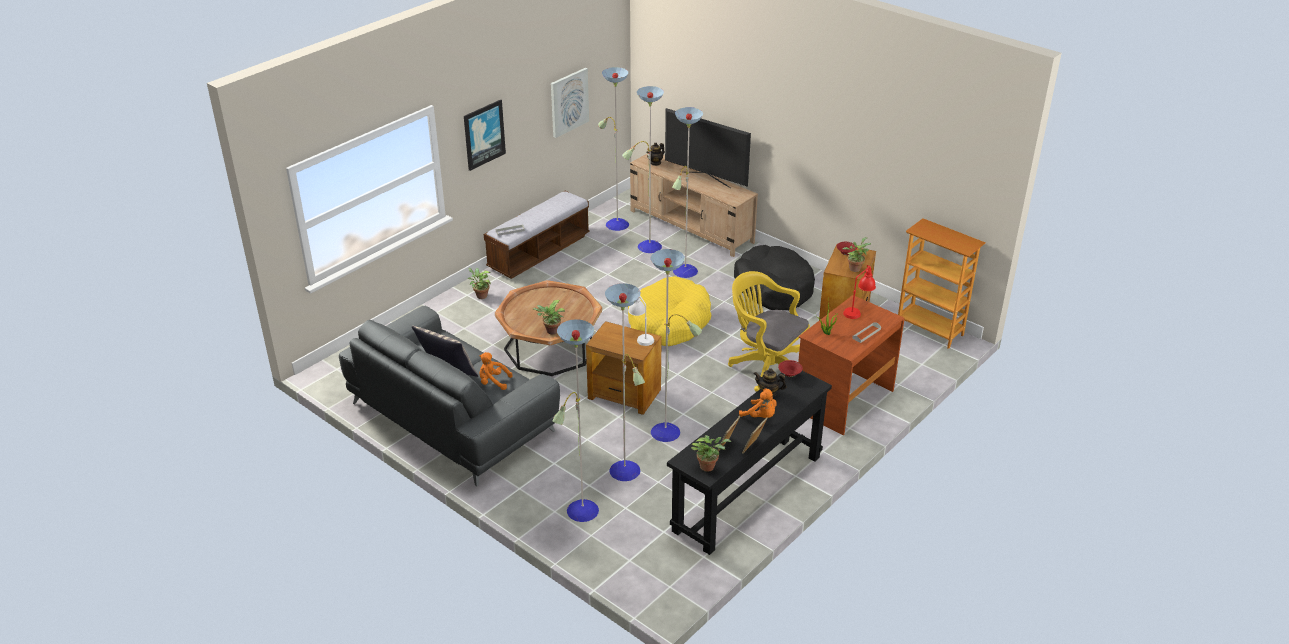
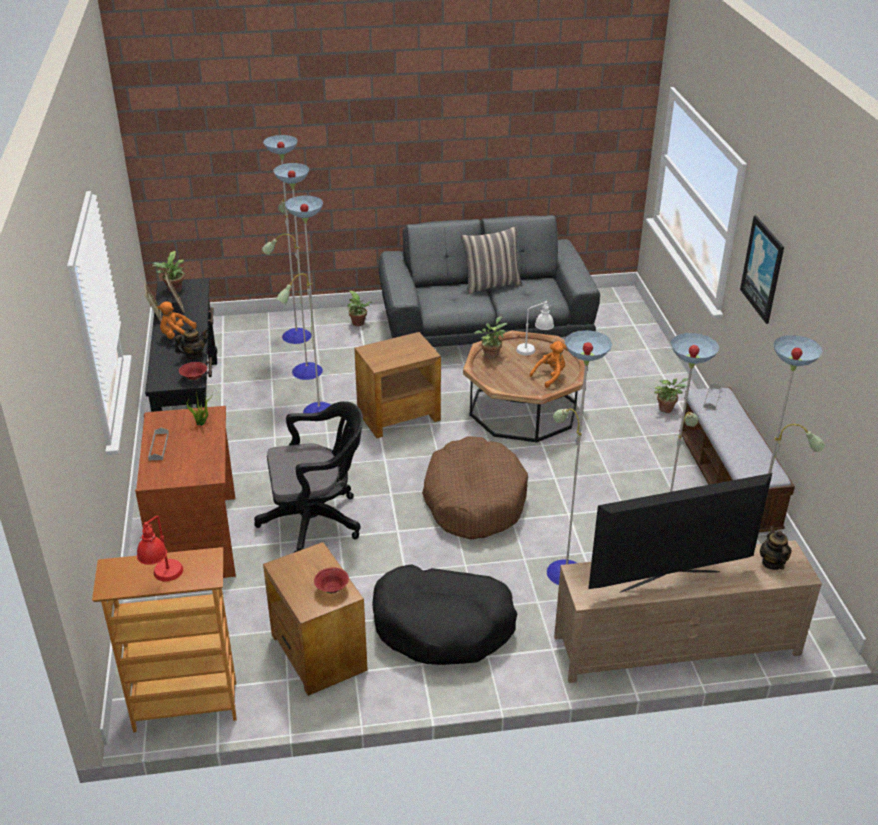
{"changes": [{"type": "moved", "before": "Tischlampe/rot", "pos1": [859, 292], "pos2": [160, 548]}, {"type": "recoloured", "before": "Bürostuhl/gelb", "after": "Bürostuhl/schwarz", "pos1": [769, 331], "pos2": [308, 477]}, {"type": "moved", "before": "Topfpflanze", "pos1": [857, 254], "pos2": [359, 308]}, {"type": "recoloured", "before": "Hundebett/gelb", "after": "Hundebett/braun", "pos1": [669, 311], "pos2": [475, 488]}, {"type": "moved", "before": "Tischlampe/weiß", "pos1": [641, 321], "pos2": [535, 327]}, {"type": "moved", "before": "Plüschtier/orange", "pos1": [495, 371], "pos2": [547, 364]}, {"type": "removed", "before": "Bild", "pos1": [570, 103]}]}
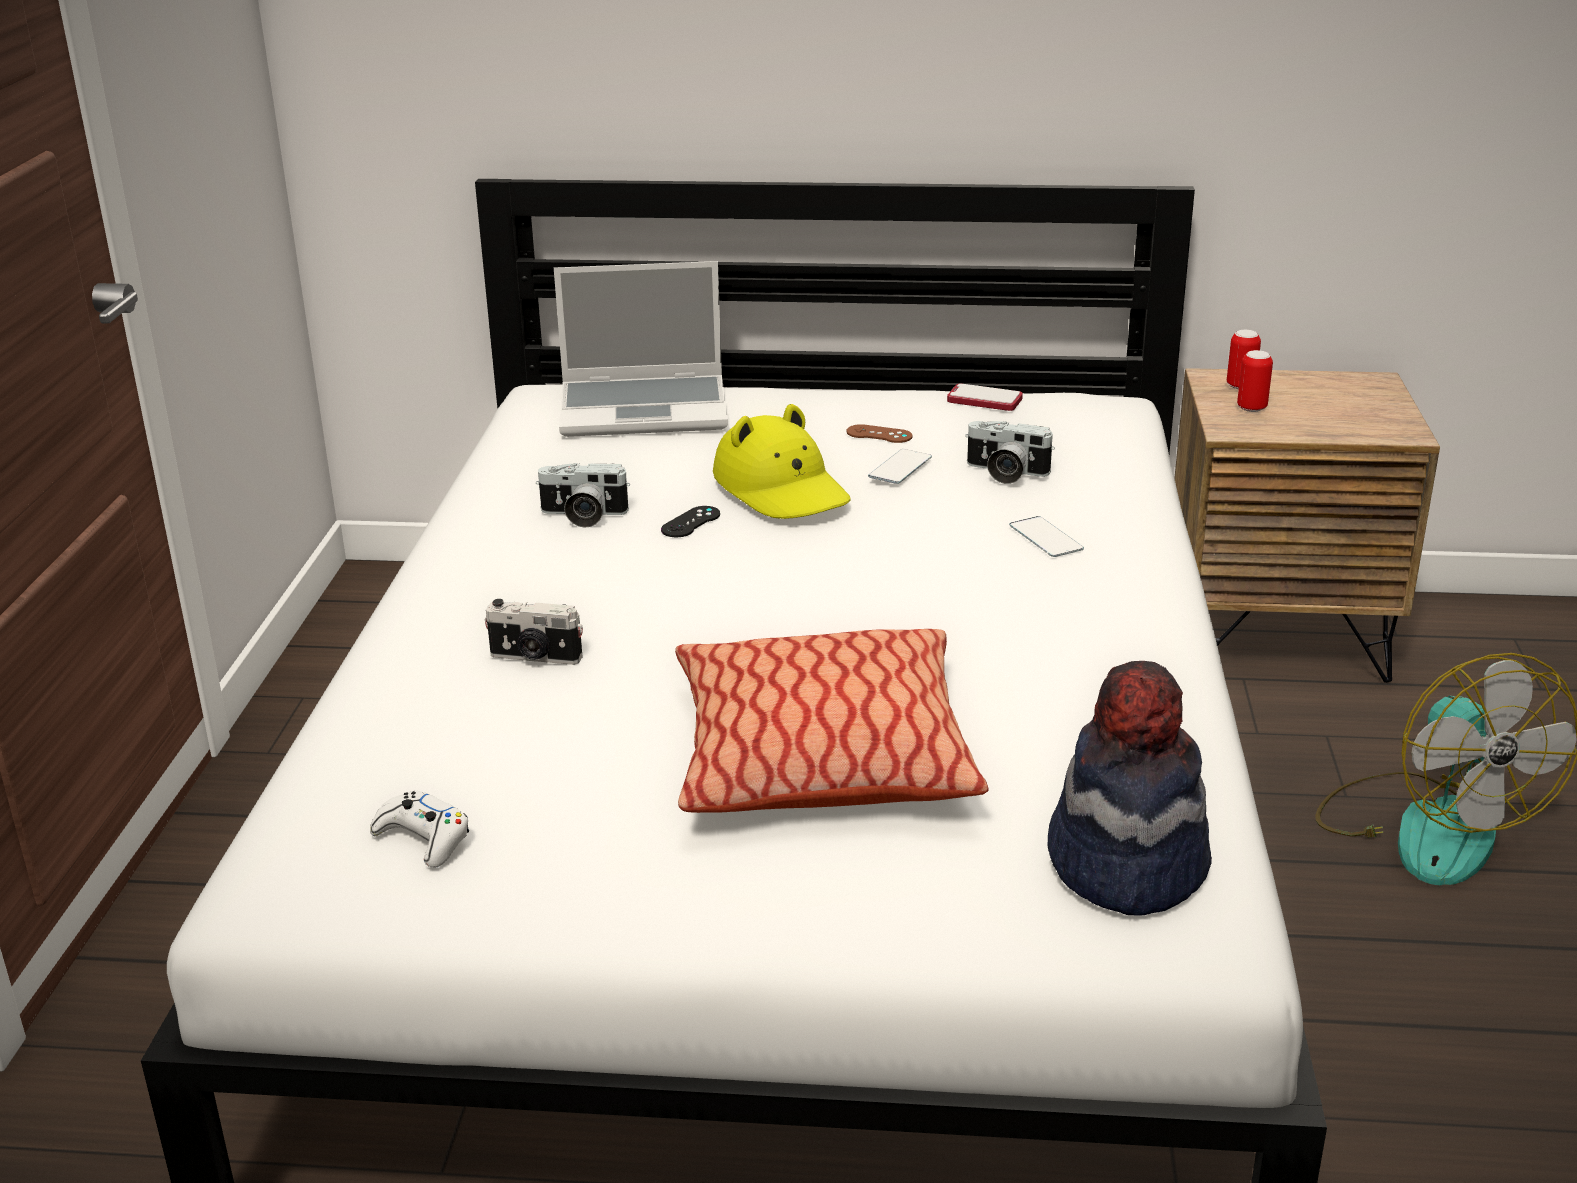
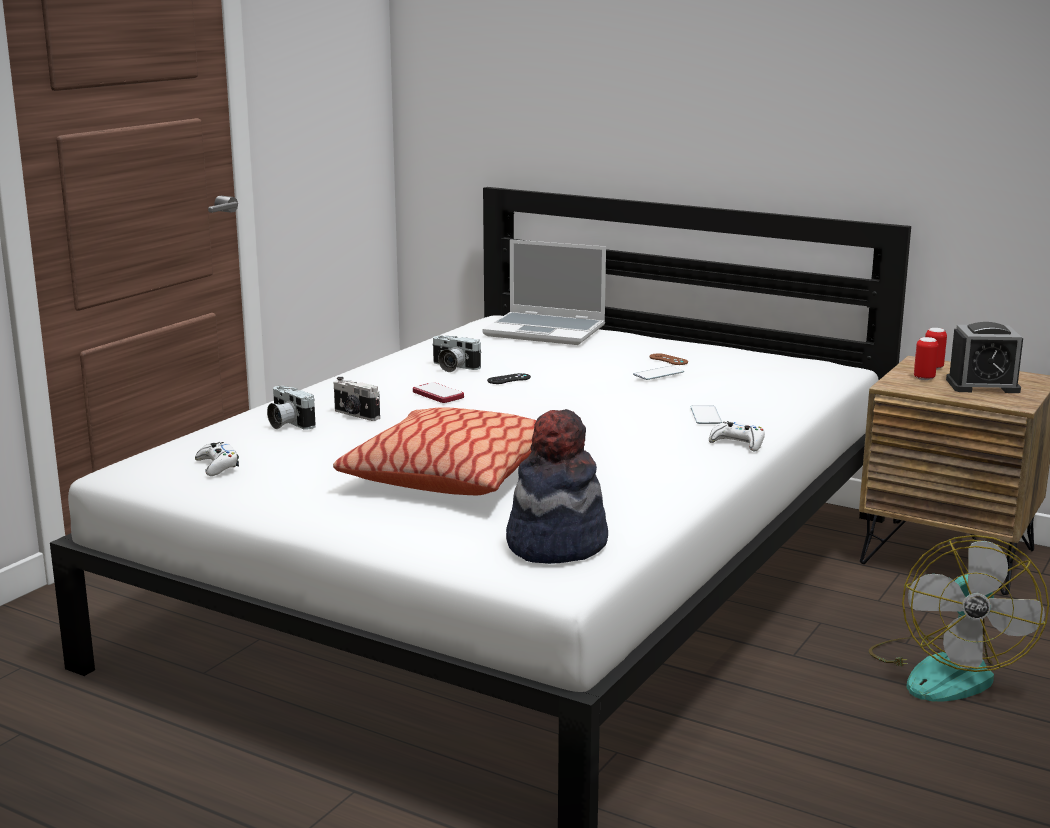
{"changes": [{"type": "moved", "before": "Kamera", "pos1": [1010, 452], "pos2": [291, 408]}, {"type": "moved", "before": "Handy", "pos1": [985, 397], "pos2": [438, 392]}, {"type": "added", "after": "Gamepad/weiß", "pos2": [737, 436]}, {"type": "added", "after": "Wecker", "pos2": [984, 357]}, {"type": "removed", "before": "Hut/gelb", "pos1": [781, 461]}]}
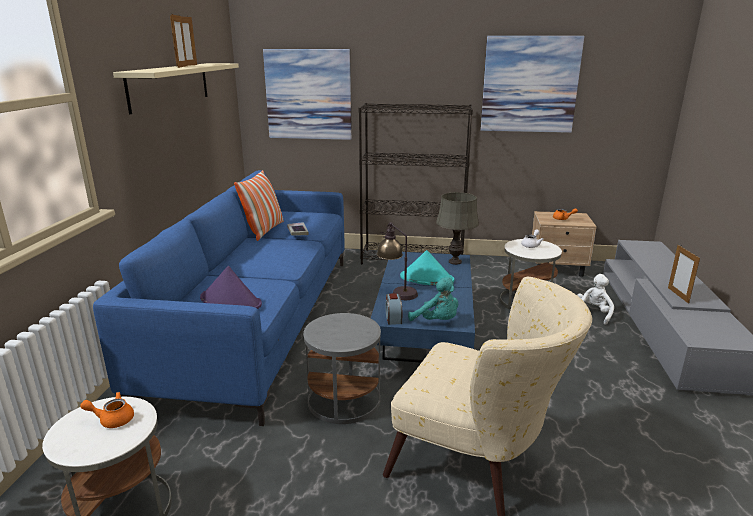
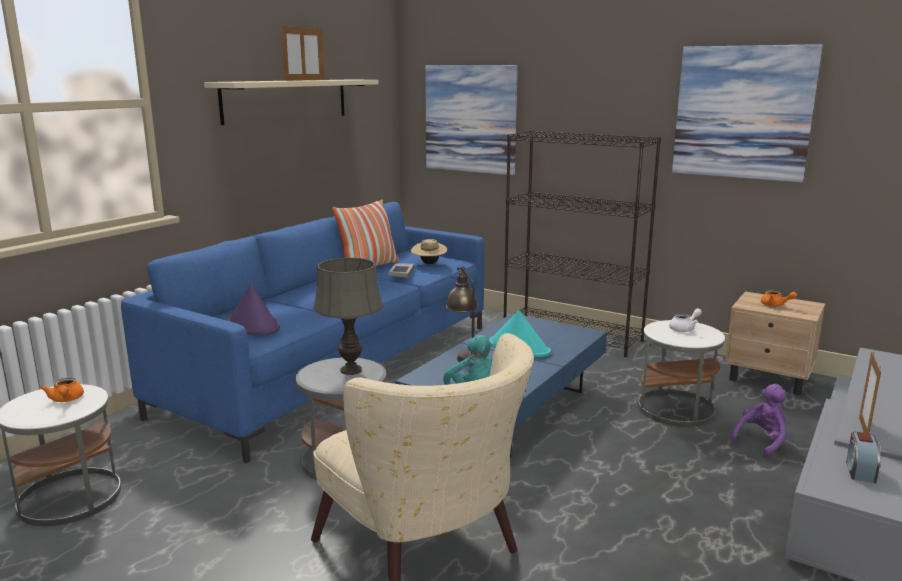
{"changes": [{"type": "turned", "before": "Teekanne/orange", "pos1": [107, 410], "pos2": [62, 389], "turn": -135}, {"type": "moved", "before": "Tischlampe/grau", "pos1": [457, 228], "pos2": [348, 316]}, {"type": "added", "after": "Hut/beige", "pos2": [429, 251]}, {"type": "recoloured", "before": "Plüschtier/weiß", "after": "Plüschtier/lila", "pos1": [595, 299], "pos2": [758, 421]}, {"type": "moved", "before": "Wecker", "pos1": [394, 309], "pos2": [863, 457]}]}
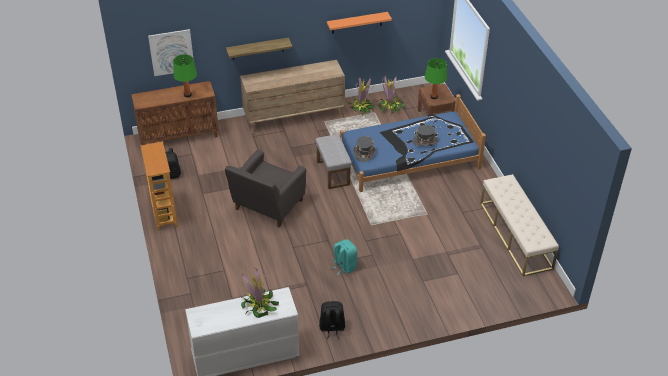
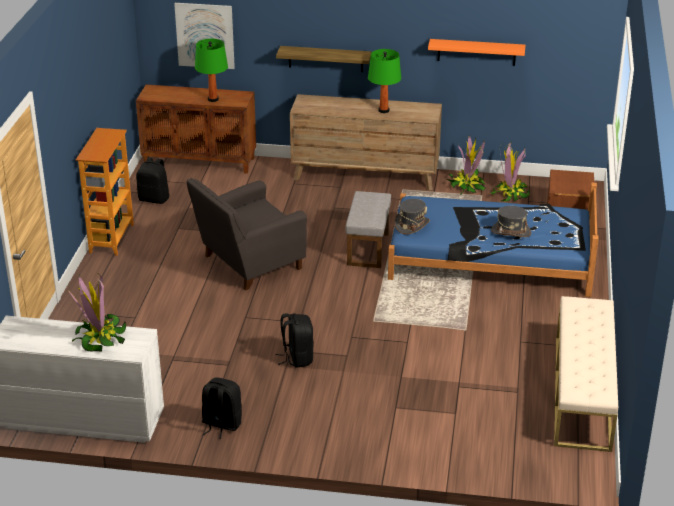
{"changes": [{"type": "recoloured", "before": "Rucksack/türkis", "after": "Rucksack/schwarz", "pos1": [344, 257], "pos2": [295, 340]}, {"type": "moved", "before": "Tischlampe/grün", "pos1": [436, 78], "pos2": [384, 81]}]}
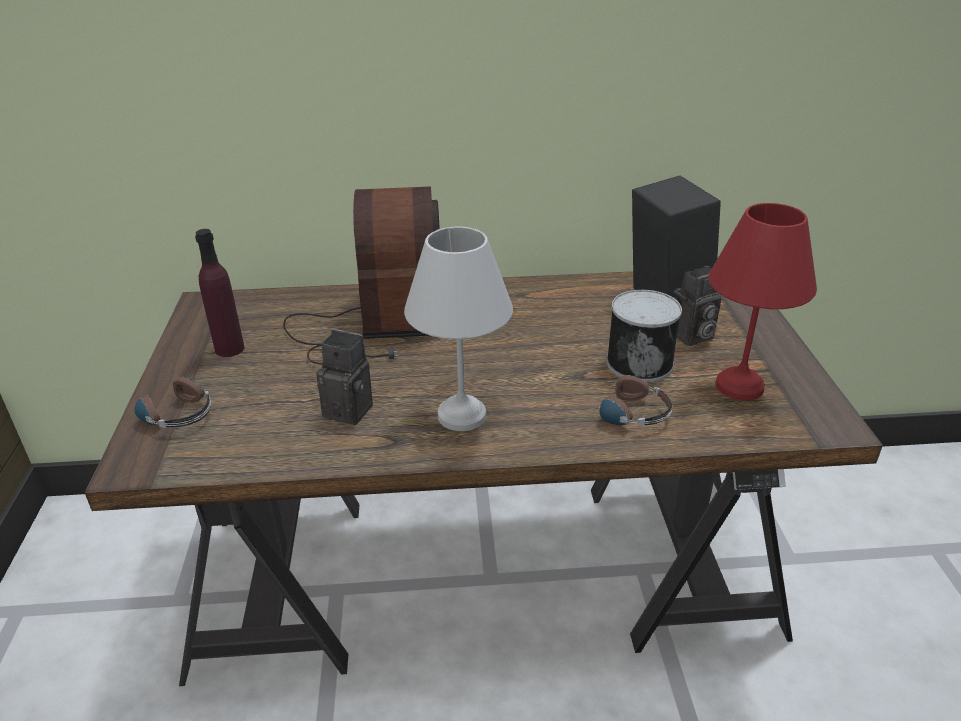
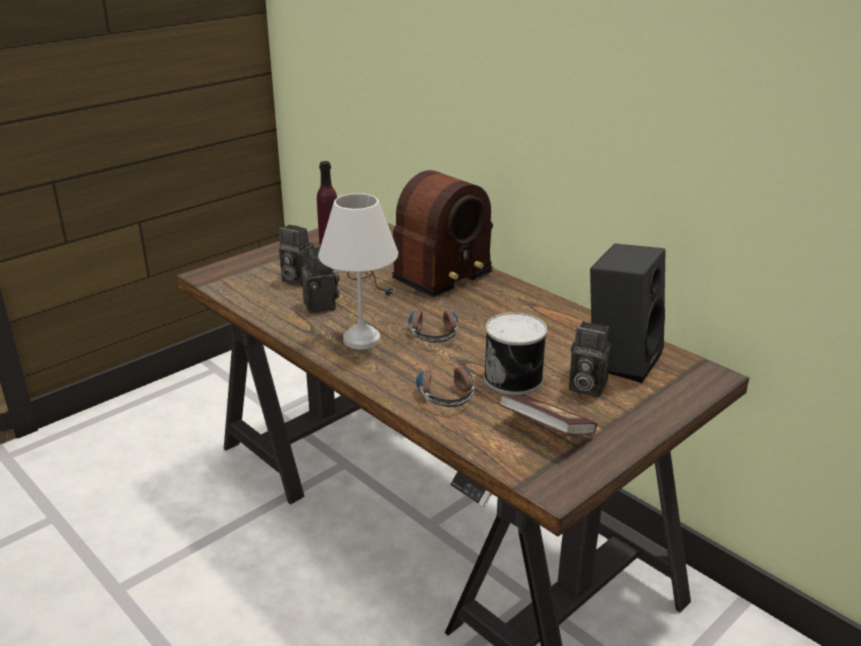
{"changes": [{"type": "added", "after": "Kamera", "pos2": [297, 255]}, {"type": "moved", "before": "Kopfhörer", "pos1": [172, 402], "pos2": [433, 325]}, {"type": "replaced", "before": "Tischlampe/rot", "after": "Buch", "pos1": [763, 302], "pos2": [548, 414]}]}
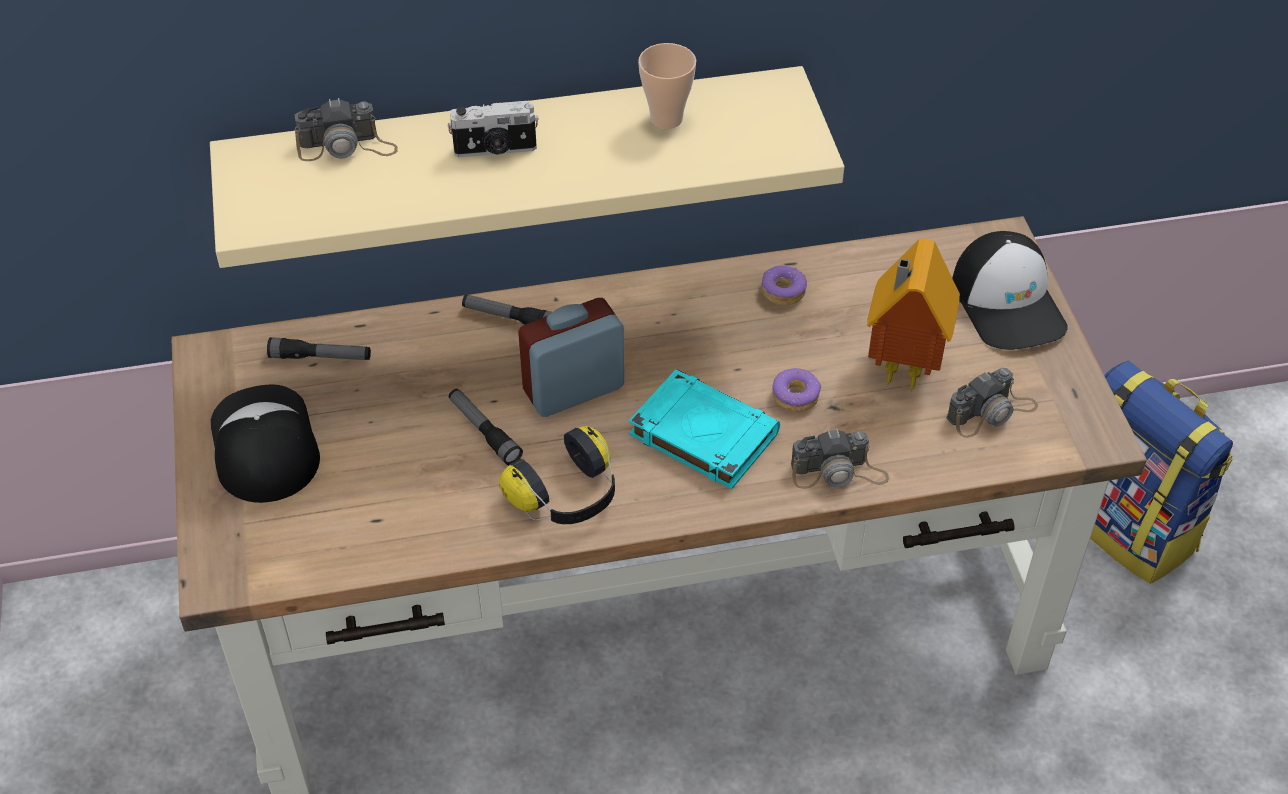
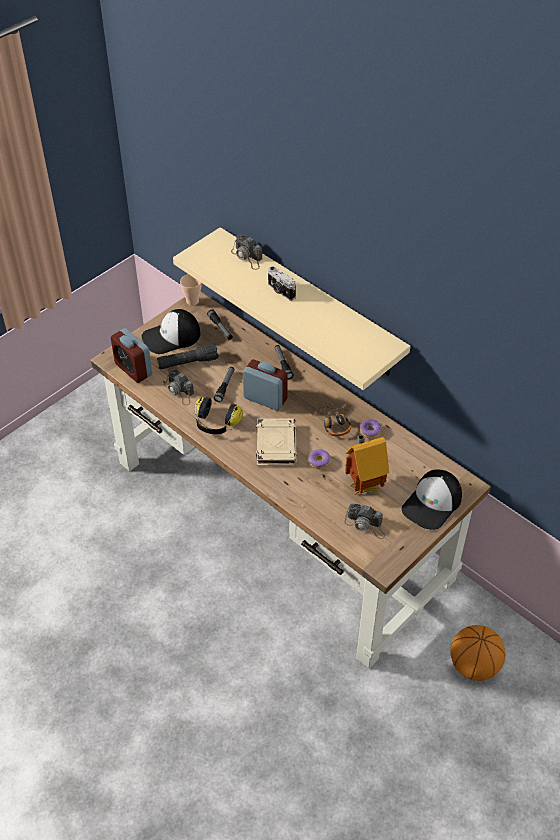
{"changes": [{"type": "added", "after": "Wecker", "pos2": [131, 355]}, {"type": "turned", "before": "Kappe", "pos1": [265, 444], "pos2": [171, 331], "turn": -150}, {"type": "added", "after": "Taschenlampe/schwarz", "pos2": [188, 356]}, {"type": "moved", "before": "Kamera", "pos1": [840, 459], "pos2": [179, 387]}, {"type": "moved", "before": "Tasse", "pos1": [667, 86], "pos2": [191, 290]}, {"type": "recoloured", "before": "Buch/türkis", "after": "Buch/beige", "pos1": [704, 429], "pos2": [276, 442]}, {"type": "added", "after": "Kopfhörer", "pos2": [332, 418]}, {"type": "replaced", "before": "Rucksack", "after": "Basketball", "pos1": [1161, 472], "pos2": [478, 653]}]}
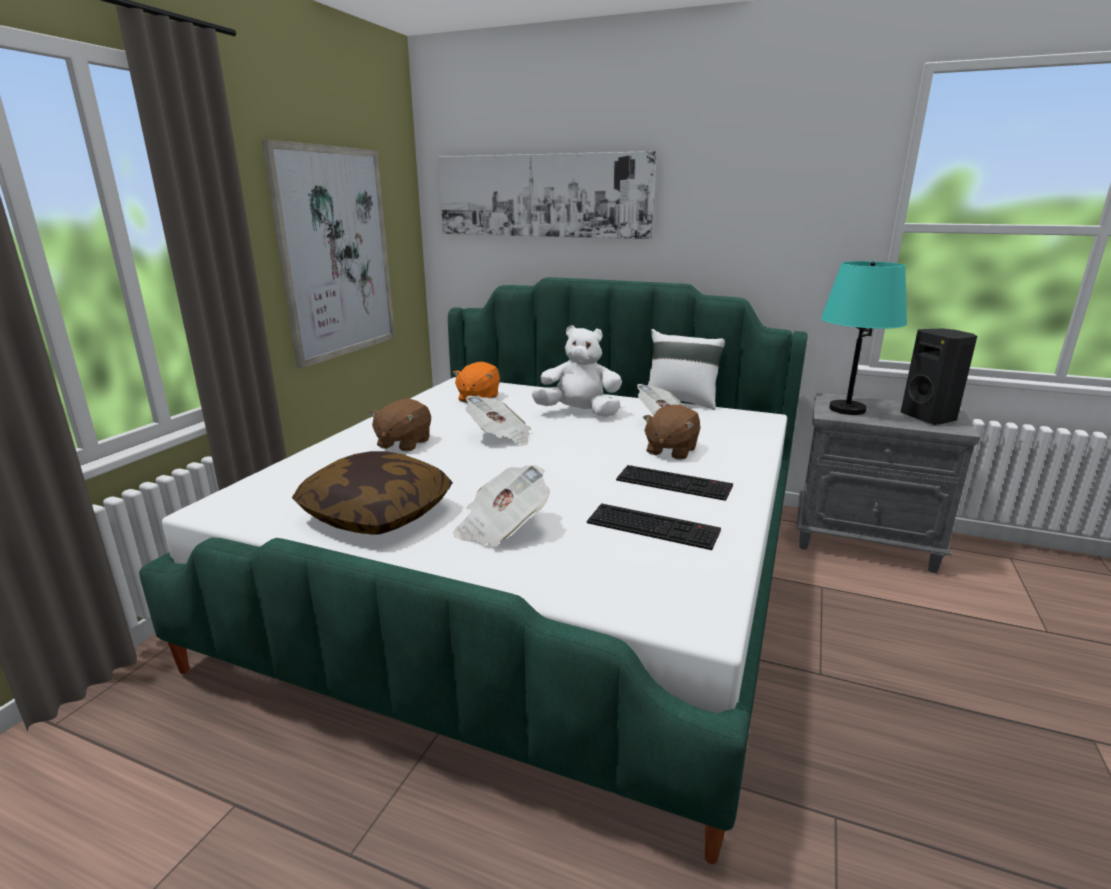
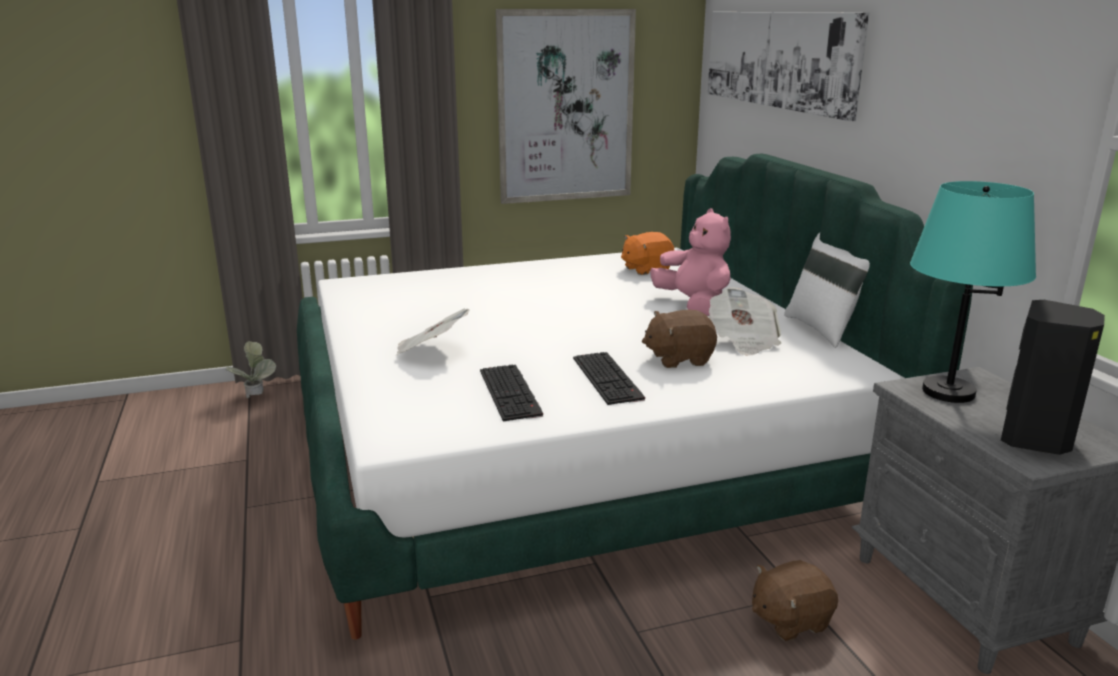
{"changes": [{"type": "added", "after": "Topfpflanze", "pos2": [251, 369]}, {"type": "recoloured", "before": "Plüschtier/weiß", "after": "Plüschtier/rosa", "pos1": [577, 371], "pos2": [690, 262]}, {"type": "moved", "before": "Plüschtier/braun", "pos1": [400, 425], "pos2": [795, 600]}, {"type": "removed", "before": "Kissen", "pos1": [372, 492]}, {"type": "removed", "before": "Zeitung", "pos1": [498, 420]}]}
